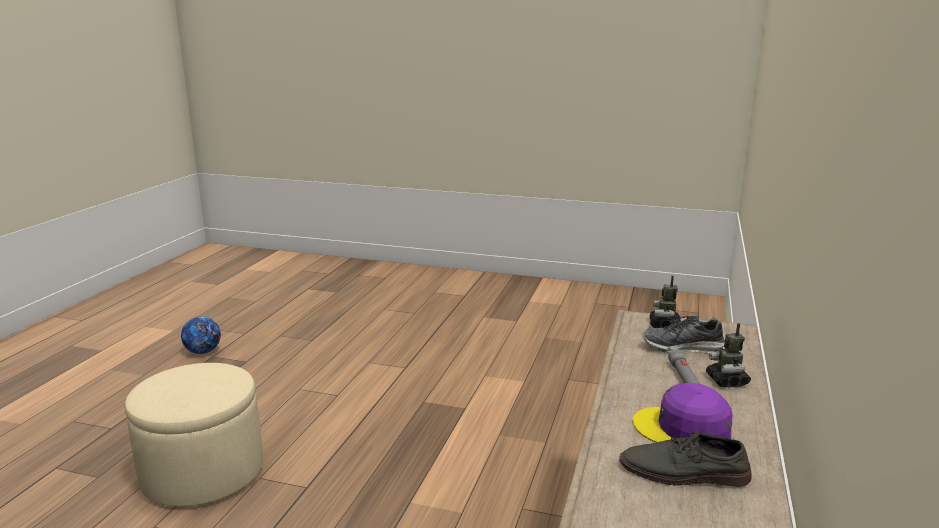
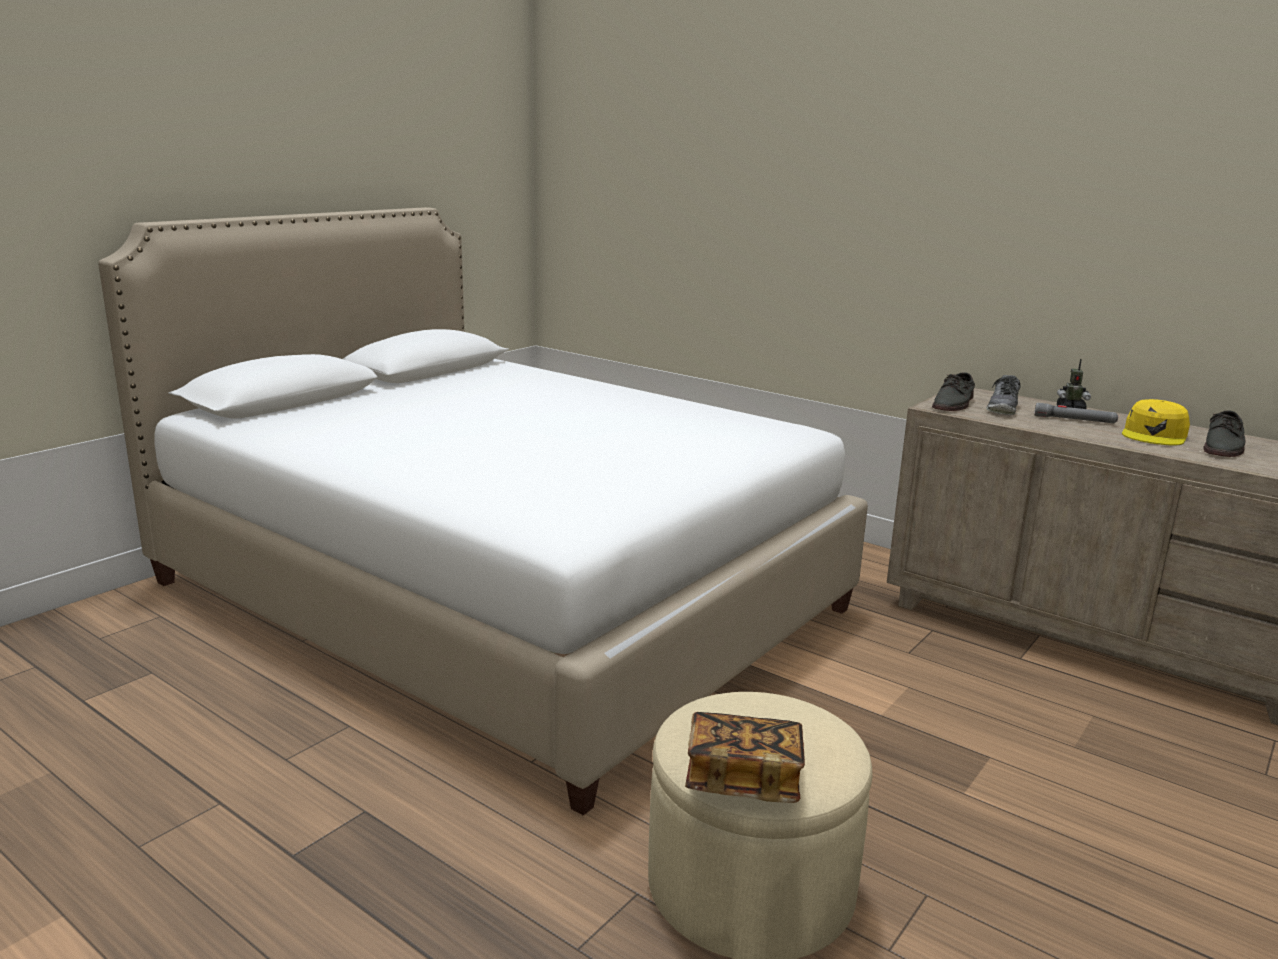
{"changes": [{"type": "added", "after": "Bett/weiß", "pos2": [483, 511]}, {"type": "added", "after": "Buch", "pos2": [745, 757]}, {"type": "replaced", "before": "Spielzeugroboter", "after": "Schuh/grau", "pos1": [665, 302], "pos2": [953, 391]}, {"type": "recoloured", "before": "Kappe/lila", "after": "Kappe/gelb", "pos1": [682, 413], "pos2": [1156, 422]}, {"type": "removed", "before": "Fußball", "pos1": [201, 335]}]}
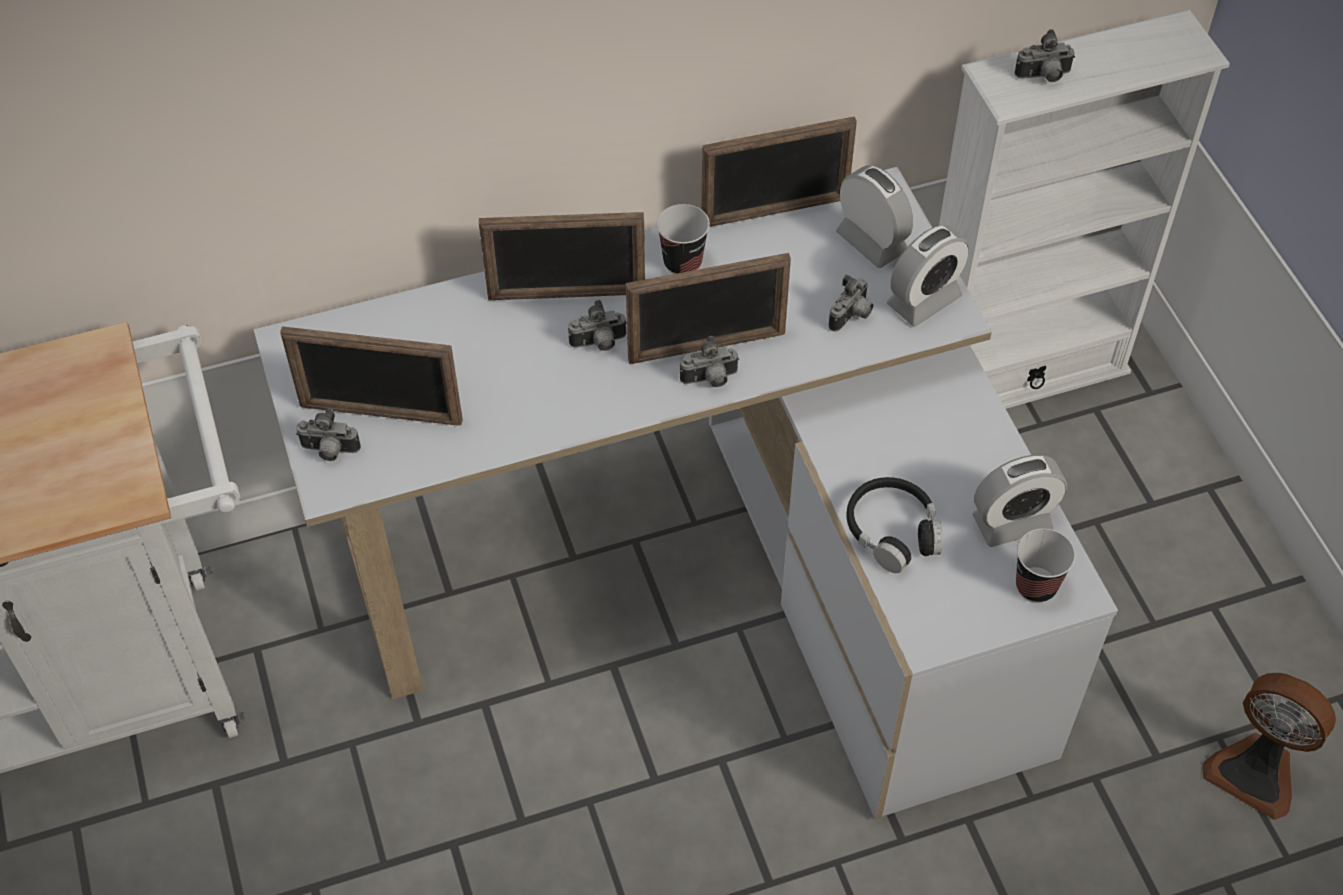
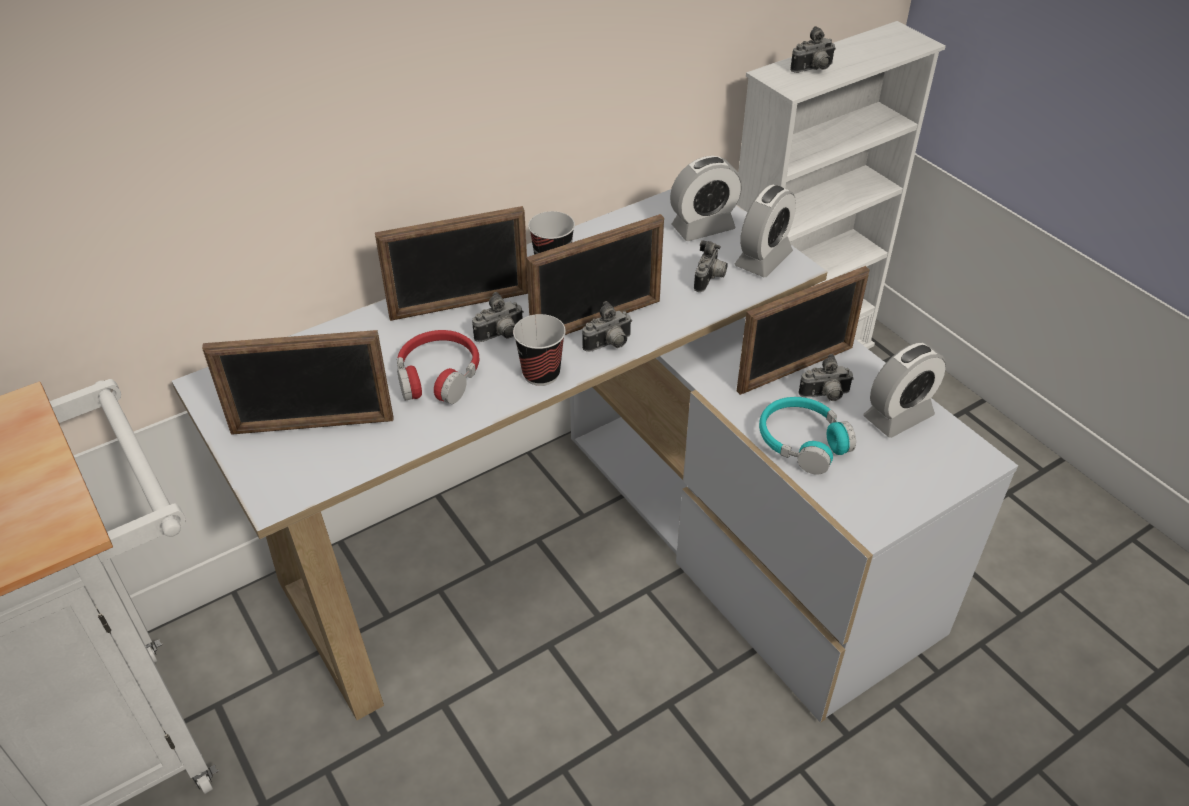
{"changes": [{"type": "added", "after": "Kopfhörer/rot", "pos2": [438, 367]}, {"type": "moved", "before": "Tasse", "pos1": [1046, 565], "pos2": [539, 350]}, {"type": "turned", "before": "Wecker", "pos1": [874, 216], "pos2": [706, 198], "turn": 120}, {"type": "moved", "before": "Bilderrahmen", "pos1": [779, 171], "pos2": [803, 330]}, {"type": "recoloured", "before": "Kopfhörer/schwarz", "after": "Kopfhörer/türkis", "pos1": [894, 525], "pos2": [807, 436]}, {"type": "moved", "before": "Kamera", "pos1": [328, 434], "pos2": [826, 377]}, {"type": "removed", "before": "Ventilator", "pos1": [1269, 746]}]}
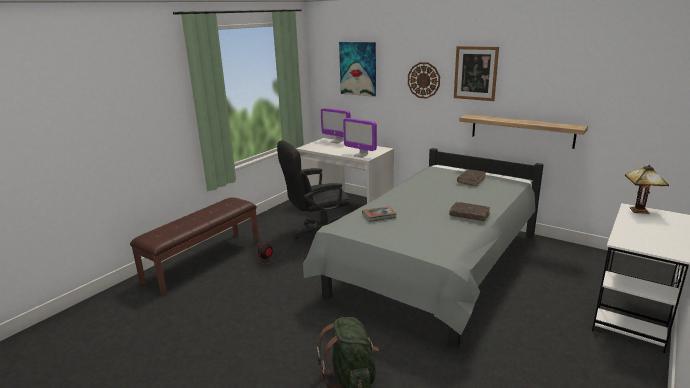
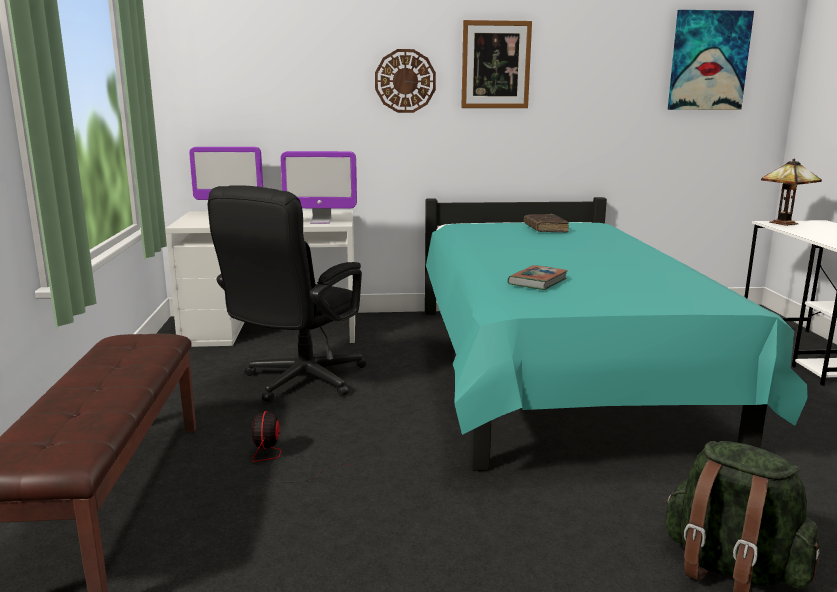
{"changes": [{"type": "recoloured", "before": "Bett/grau", "after": "Bett/türkis", "pos1": [423, 248], "pos2": [616, 334]}, {"type": "moved", "before": "Bild", "pos1": [357, 69], "pos2": [711, 60]}, {"type": "removed", "before": "Buch/braun", "pos1": [469, 211]}, {"type": "removed", "before": "Wandregal", "pos1": [523, 131]}]}
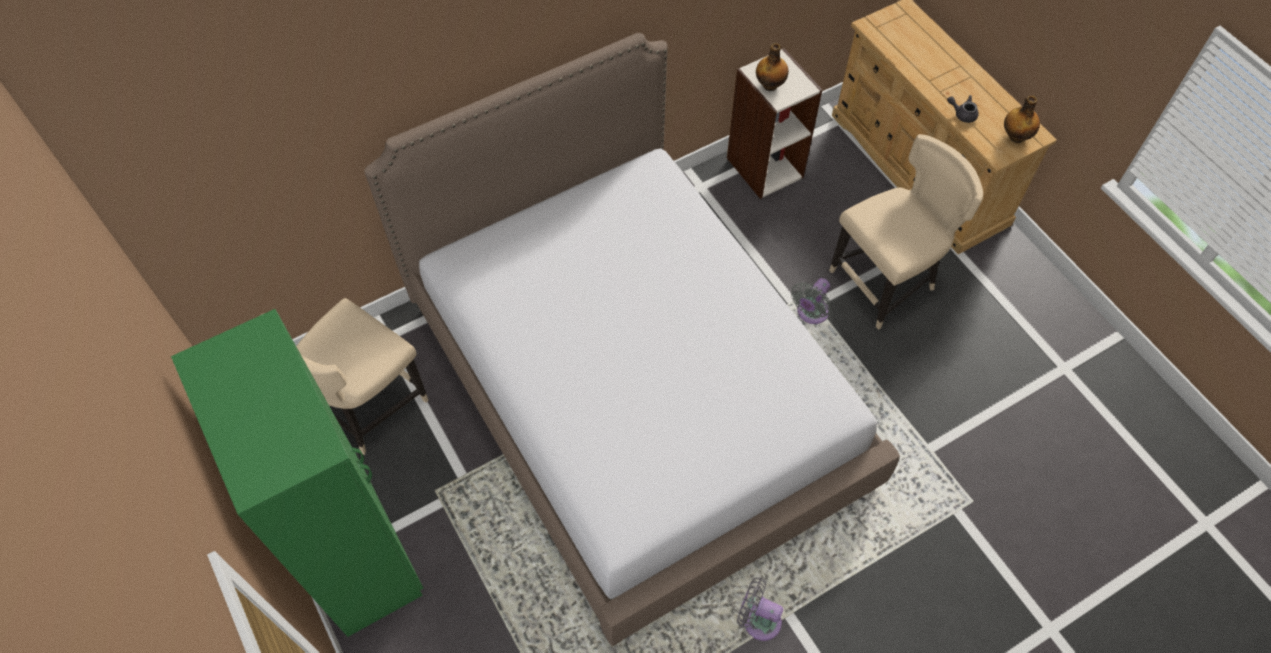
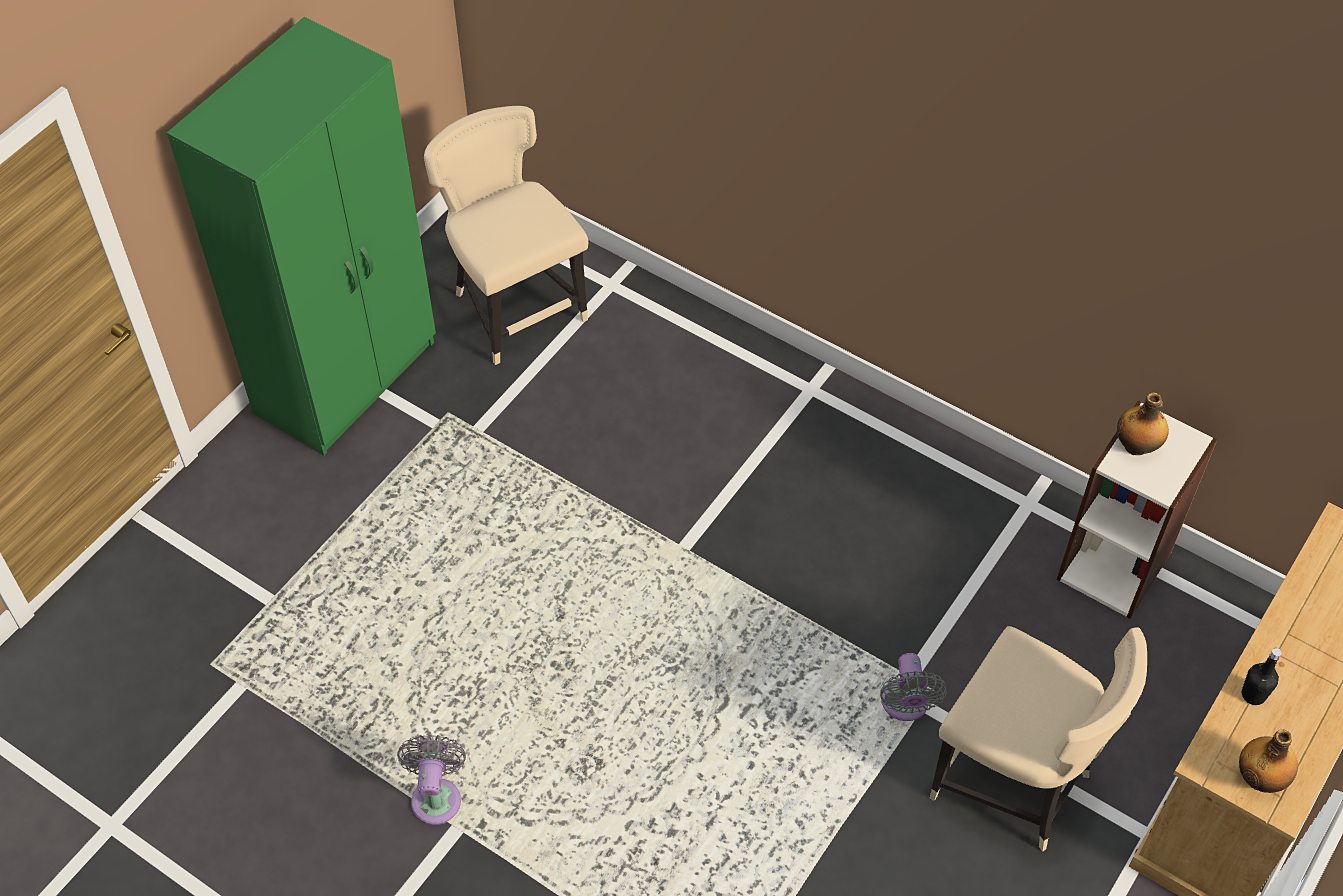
{"changes": [{"type": "turned", "before": "Stuhl/beige", "pos1": [345, 376], "pos2": [506, 235], "turn": 45}, {"type": "turned", "before": "Ventilator/grau", "pos1": [811, 301], "pos2": [913, 687], "turn": -105}, {"type": "replaced", "before": "Teekanne/grau", "after": "Flasche/schwarz", "pos1": [962, 109], "pos2": [1262, 676]}, {"type": "removed", "before": "Bett", "pos1": [632, 339]}]}
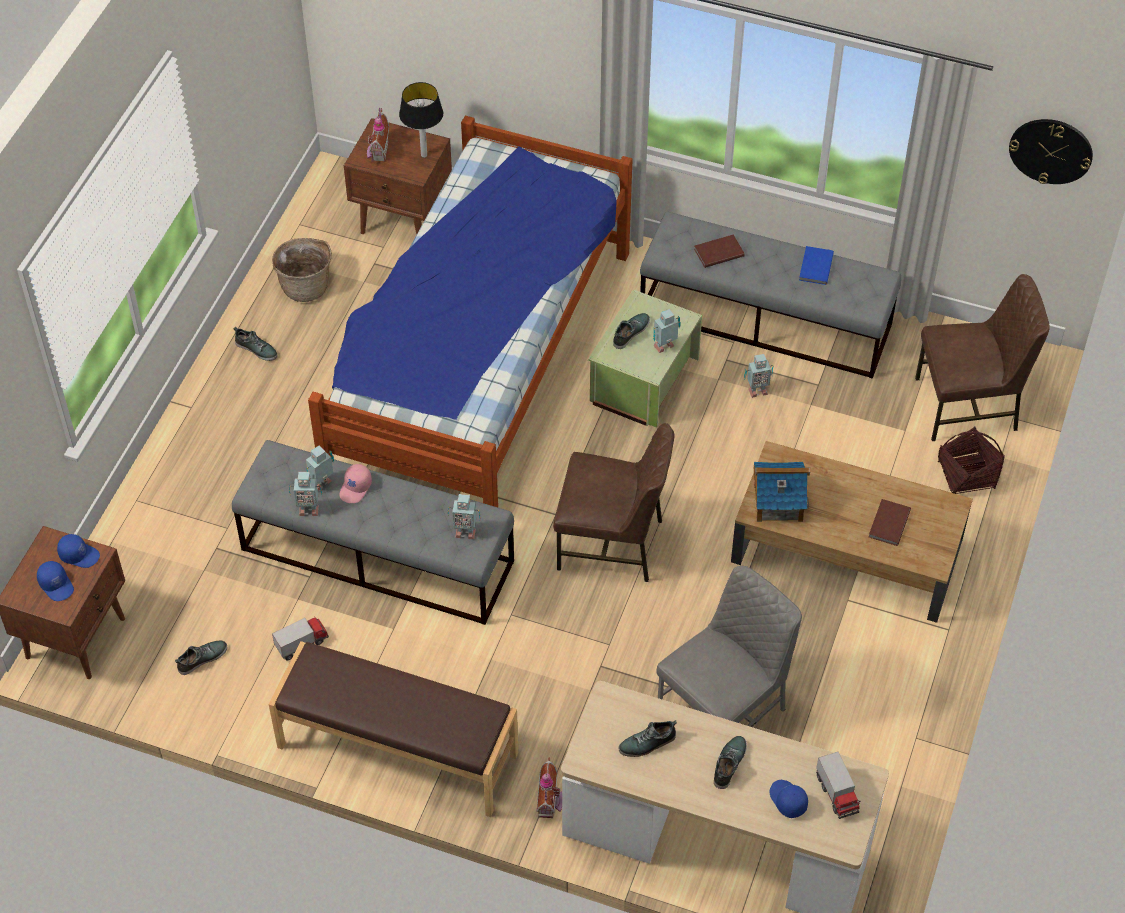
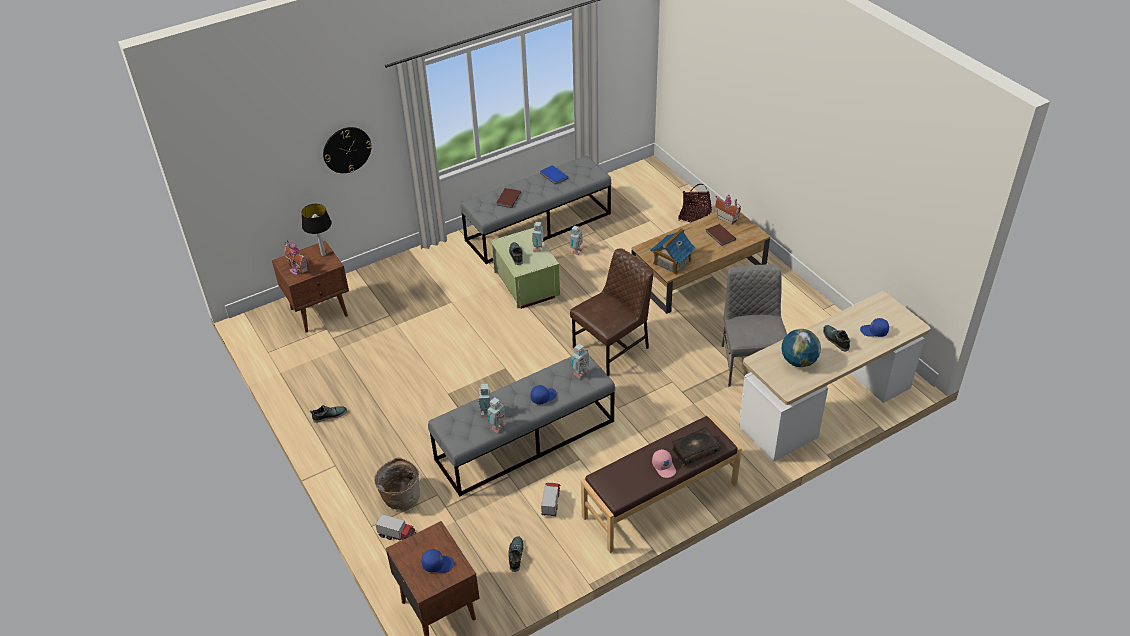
{"changes": [{"type": "moved", "before": "Wanduhr", "pos1": [1051, 151], "pos2": [347, 150]}, {"type": "moved", "before": "Korb", "pos1": [302, 270], "pos2": [397, 483]}, {"type": "moved", "before": "Spielzeuglaster", "pos1": [838, 785], "pos2": [395, 527]}, {"type": "moved", "before": "Kappe/blau", "pos1": [78, 551], "pos2": [543, 394]}, {"type": "moved", "before": "Kappe/rosa", "pos1": [355, 483], "pos2": [664, 464]}, {"type": "added", "after": "Buch", "pos2": [696, 446]}, {"type": "moved", "before": "Spielzeughaus", "pos1": [549, 787], "pos2": [728, 210]}, {"type": "replaced", "before": "Schuh", "after": "Globus", "pos1": [647, 738], "pos2": [801, 348]}, {"type": "removed", "before": "Bett", "pos1": [470, 311]}, {"type": "removed", "before": "Stuhl/braun", "pos1": [982, 357]}]}
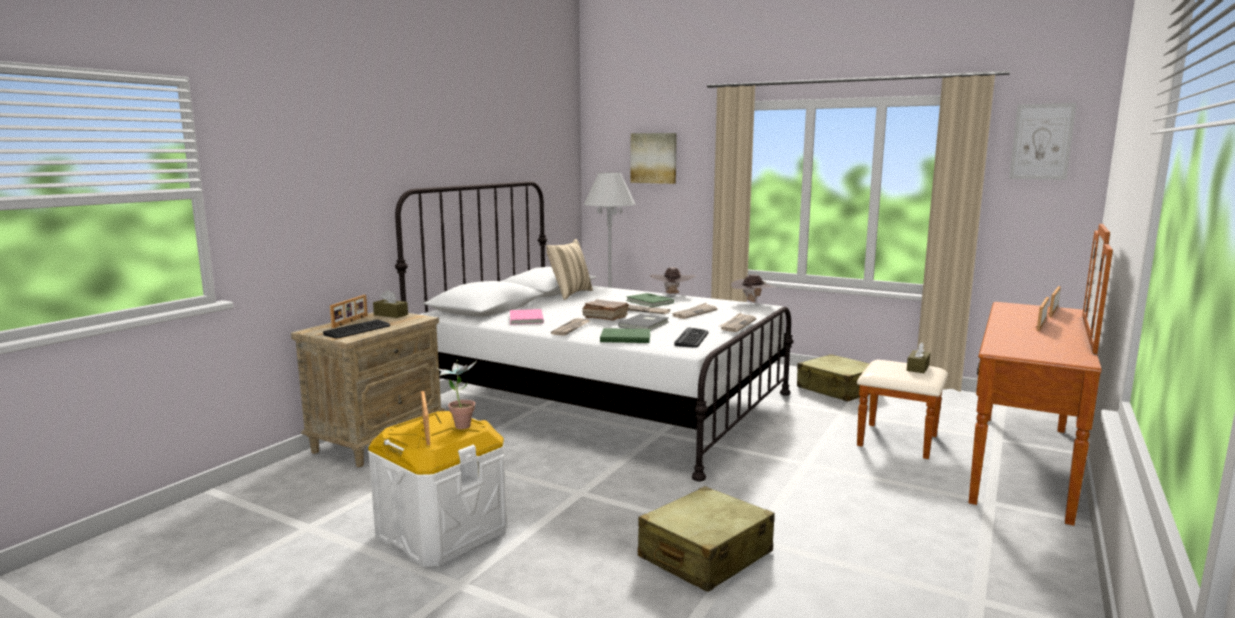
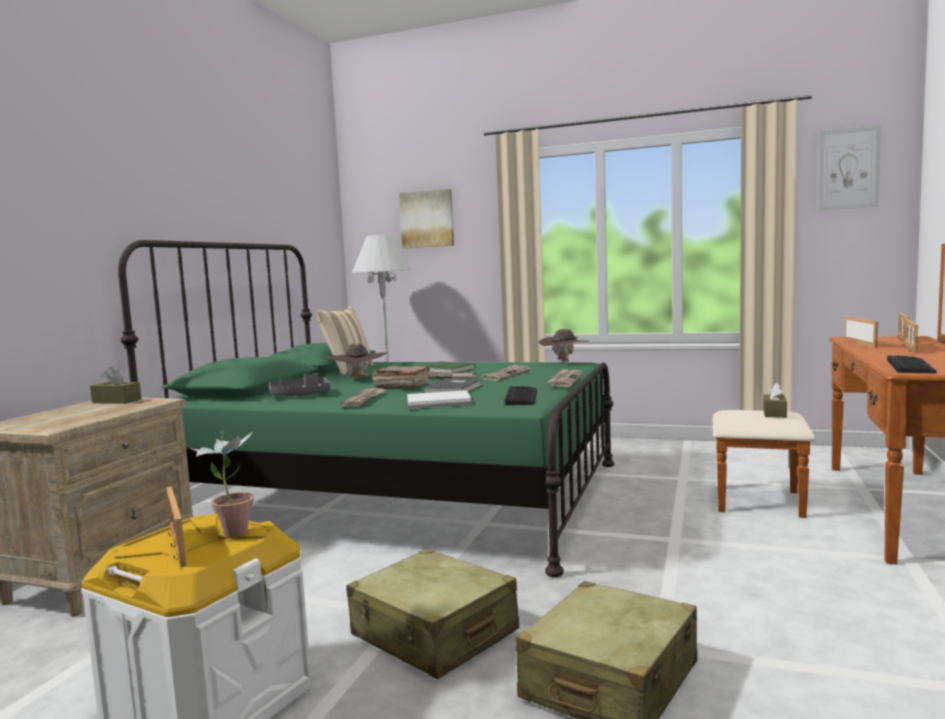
{"changes": [{"type": "recoloured", "before": "Bett/weiß", "after": "Bett/grün", "pos1": [594, 331], "pos2": [366, 408]}, {"type": "replaced", "before": "Buch/rosa", "after": "Tablett/grau", "pos1": [527, 317], "pos2": [300, 384]}, {"type": "moved", "before": "Hut/braun", "pos1": [673, 280], "pos2": [357, 361]}, {"type": "moved", "before": "Koffer/beige", "pos1": [833, 378], "pos2": [432, 614]}, {"type": "recoloured", "before": "Buch/grün", "after": "Buch/weiß", "pos1": [625, 335], "pos2": [439, 399]}, {"type": "moved", "before": "Bilderrahmen", "pos1": [349, 311], "pos2": [861, 332]}, {"type": "moved", "before": "Tastatur", "pos1": [356, 328], "pos2": [912, 364]}]}
